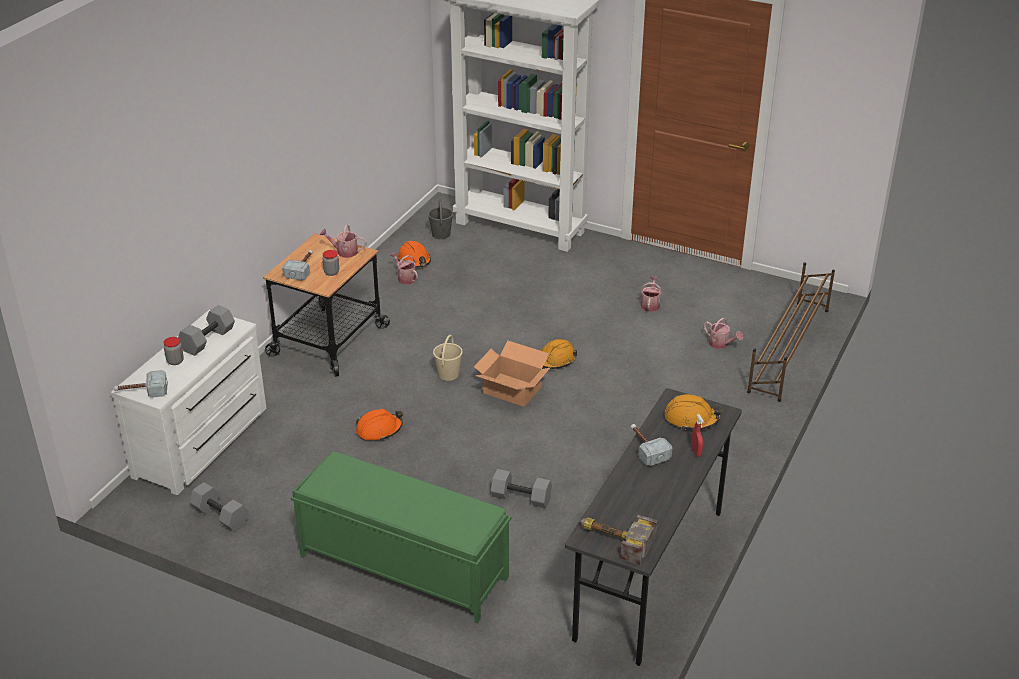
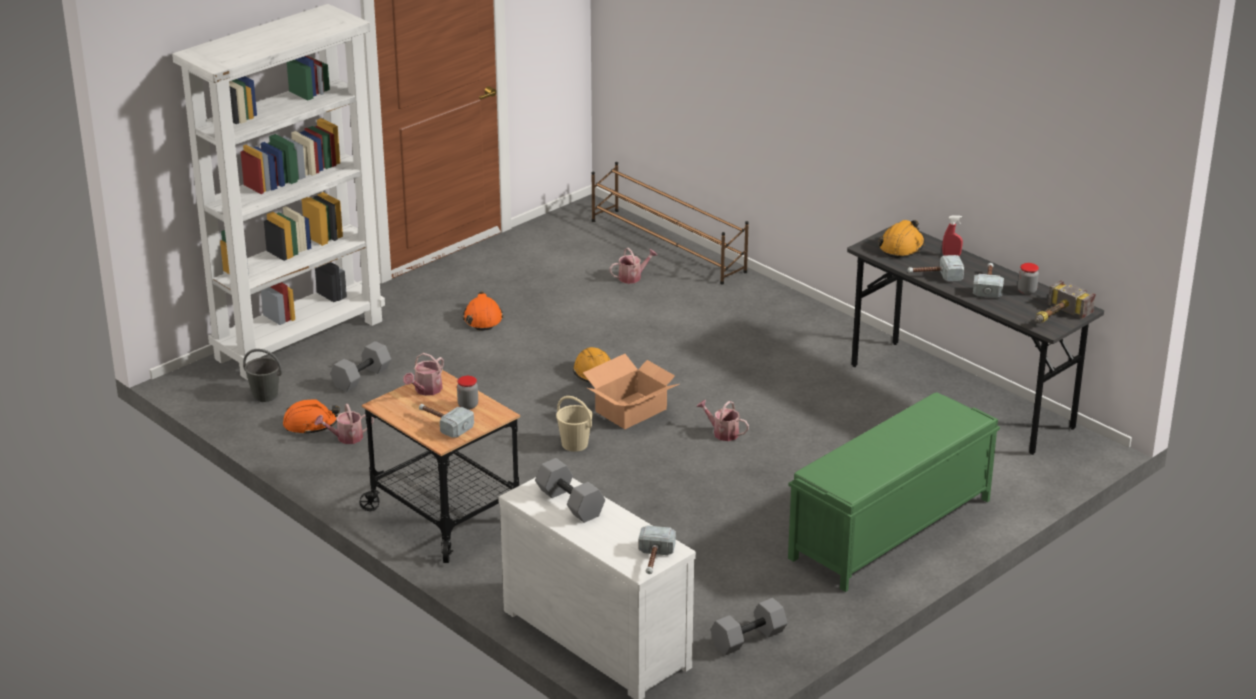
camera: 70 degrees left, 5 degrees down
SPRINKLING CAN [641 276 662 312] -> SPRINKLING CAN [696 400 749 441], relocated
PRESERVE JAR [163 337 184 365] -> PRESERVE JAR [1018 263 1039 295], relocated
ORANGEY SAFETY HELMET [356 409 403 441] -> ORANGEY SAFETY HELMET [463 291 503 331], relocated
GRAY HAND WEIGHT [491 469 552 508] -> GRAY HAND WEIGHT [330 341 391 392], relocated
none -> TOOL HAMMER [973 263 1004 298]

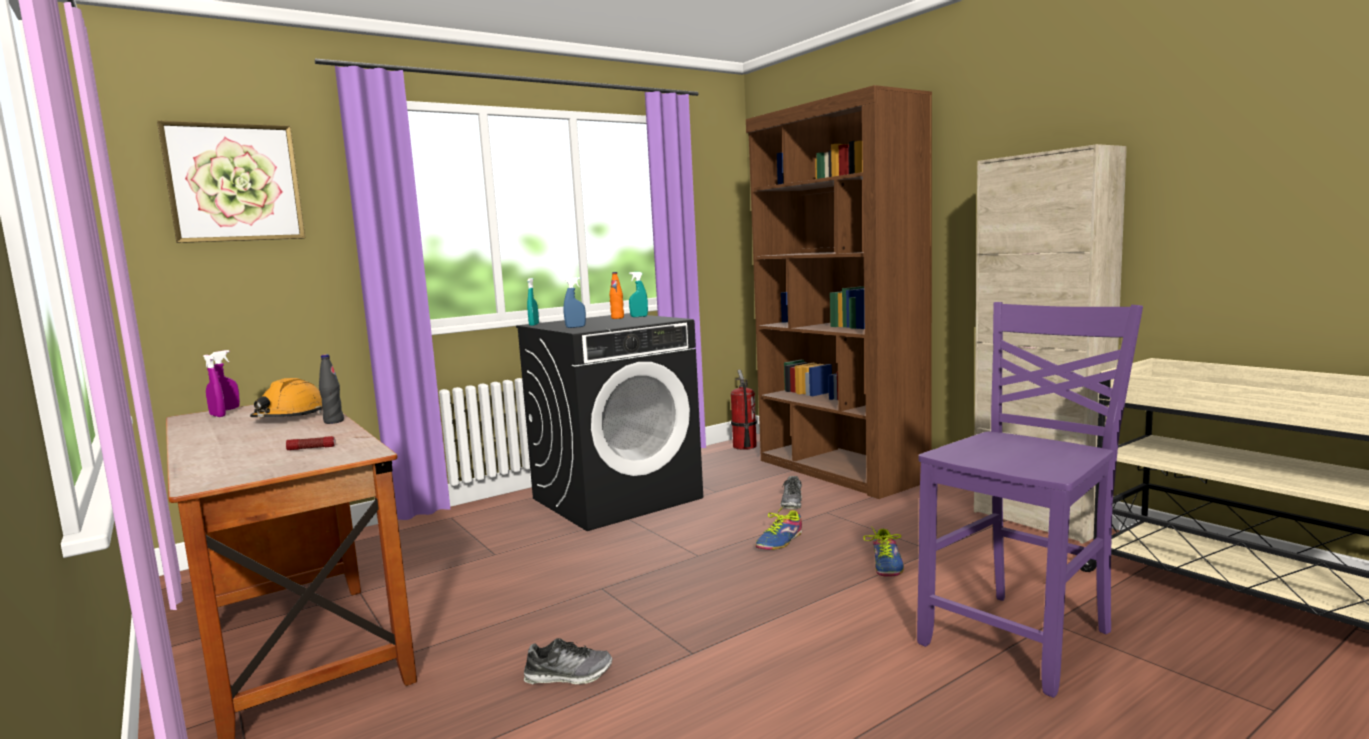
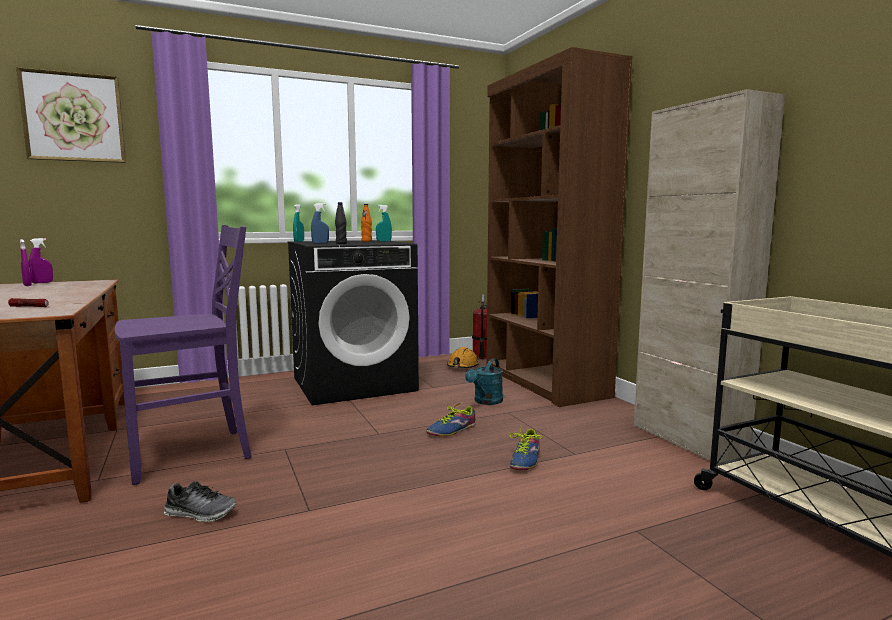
camera: 10 degrees right, 0 degrees up
PURPLISH PLAIN CHAIR [917 302 1143 698] -> PURPLISH PLAIN CHAIR [115 225 252 485], relocated
BLACK-COLOURED BEVERAGE BOTTLE [319 354 344 424] -> BLACK-COLOURED BEVERAGE BOTTLE [335 202 347 244], relocated
ORANGEY SAFETY HELMET [250 378 323 417] -> ORANGEY SAFETY HELMET [447 347 479 368], relocated
LOW SHOE [780 476 802 509] -> TURQUOISE-COLOURED SPRINKLING CAN [465 359 503 405]

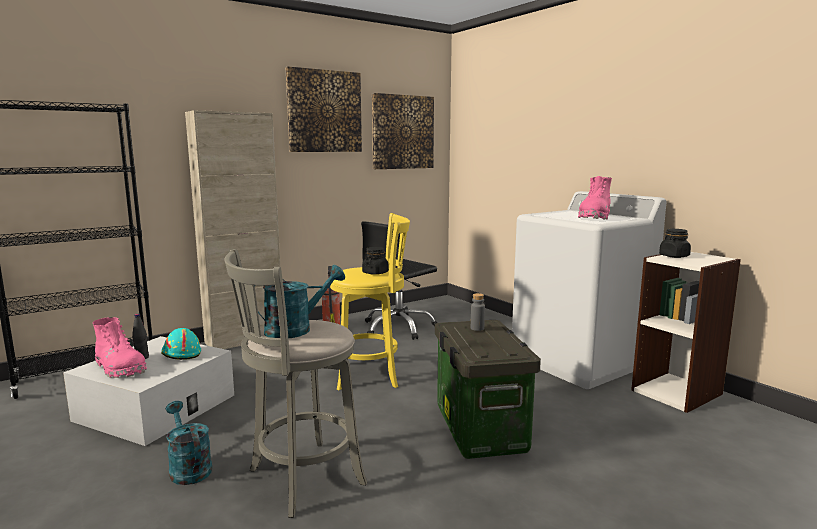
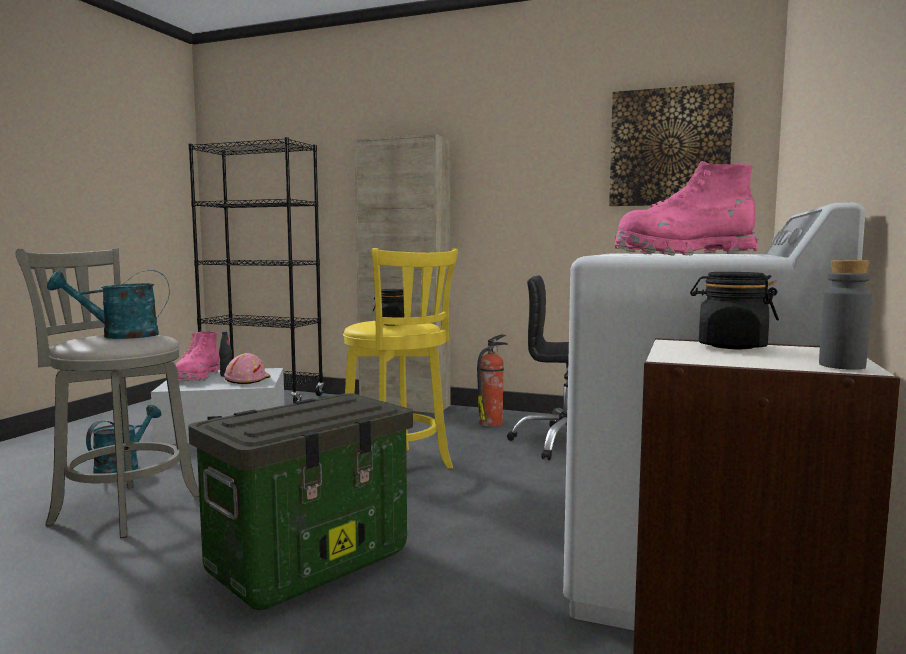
camera: 55 degrees right, 5 degrees down
PICTURE [285 66 362 152] -> none
TURQUOISE-COLOURED SPRINKLING CAN [258 265 345 338] -> TURQUOISE-COLOURED SPRINKLING CAN [47 270 170 339], 135 degrees clockwise
GRAY BEVERAGE BOTTLE [471 293 485 331] -> GRAY BEVERAGE BOTTLE [819 260 872 370], relocated
TURQUOISE-COLOURED SAFETY HELMET [161 328 201 360] -> PINK SAFETY HELMET [224 353 271 384]

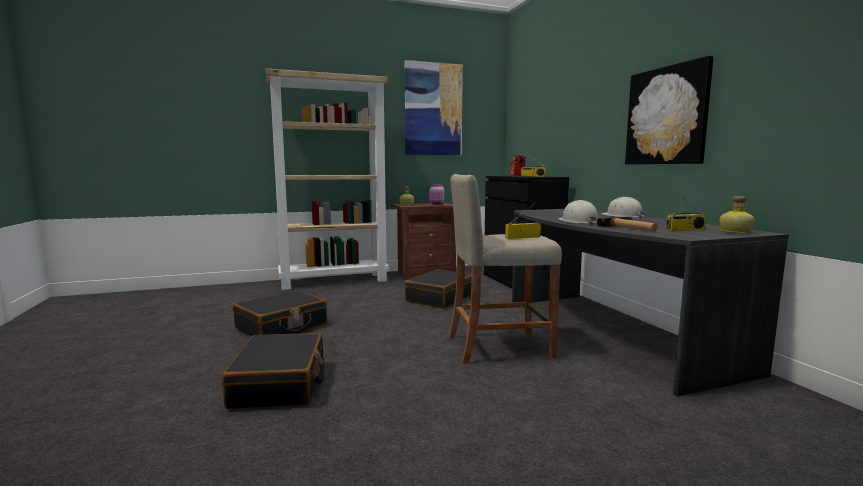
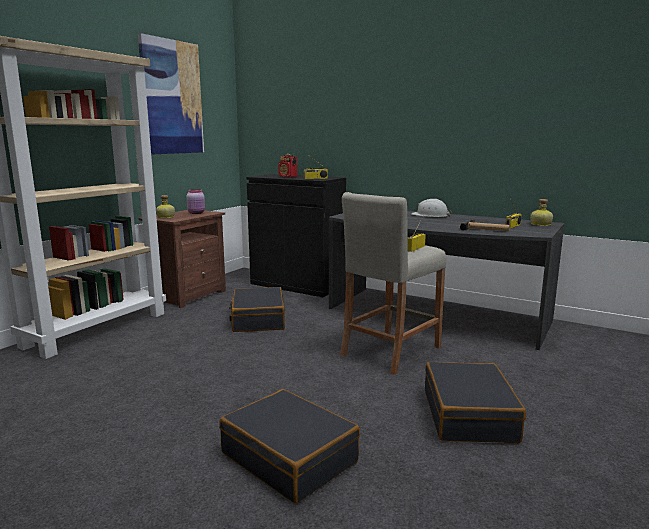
camera: 40 degrees left, 5 degrees up
PICTURE [625 55 714 164] -> none
WHITE-COLOURED SAFETY HELMET [558 200 598 225] -> none
BLACK-COLOURED TRAVEL CASE [233 290 327 336] -> BLACK-COLOURED TRAVEL CASE [425 362 526 443], relocated

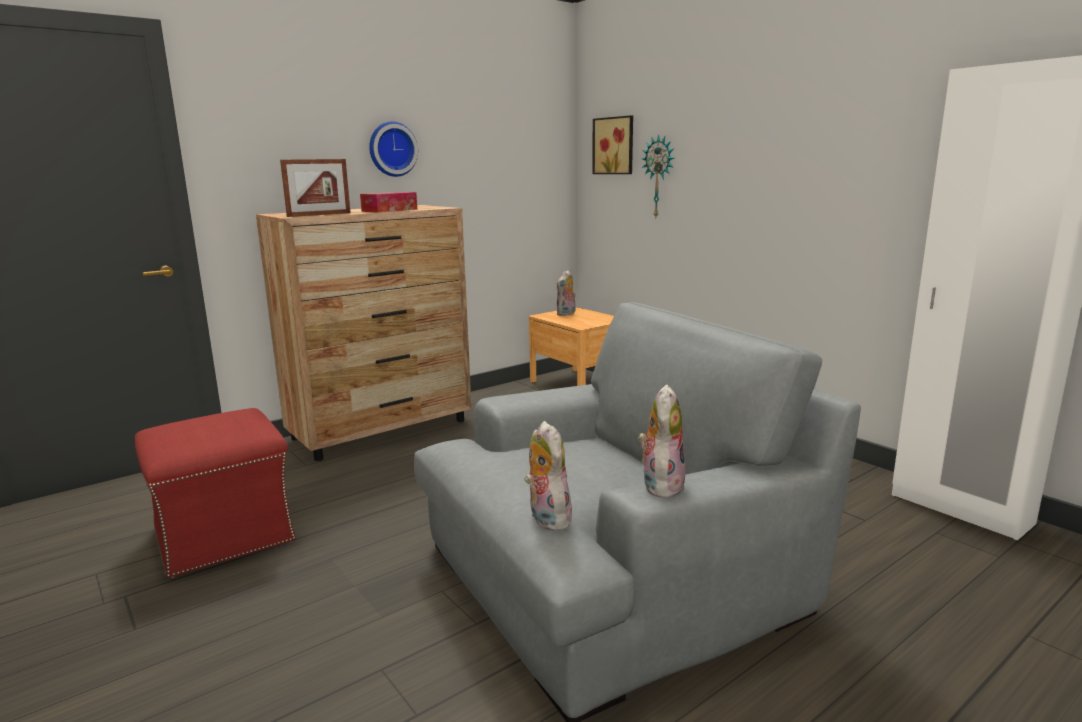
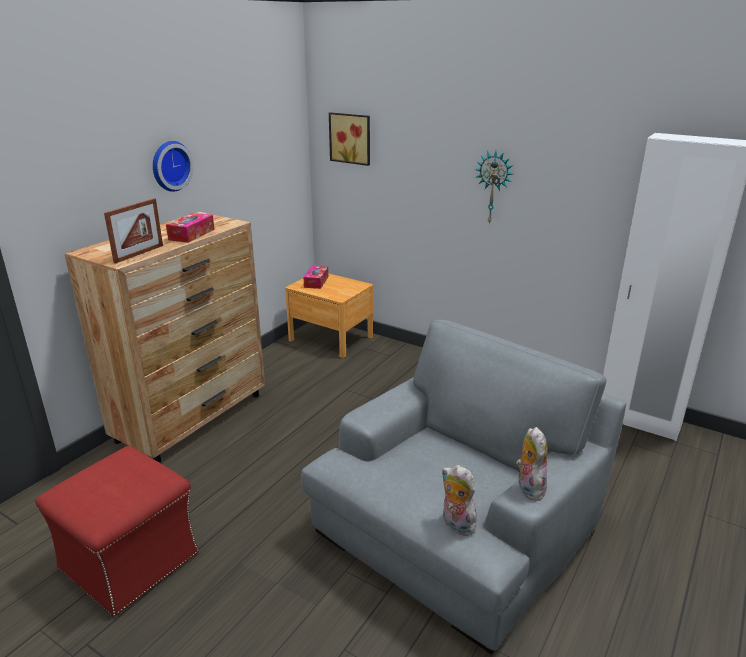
camera: 20 degrees left, 10 degrees up
CLOCK ON THE WALL [642 134 674 217] -> CLOCK ON THE WALL [475 151 513 225], relocated
PLUSH TOY [557 270 576 316] -> BOX OF TISSUES [303 266 328 289]

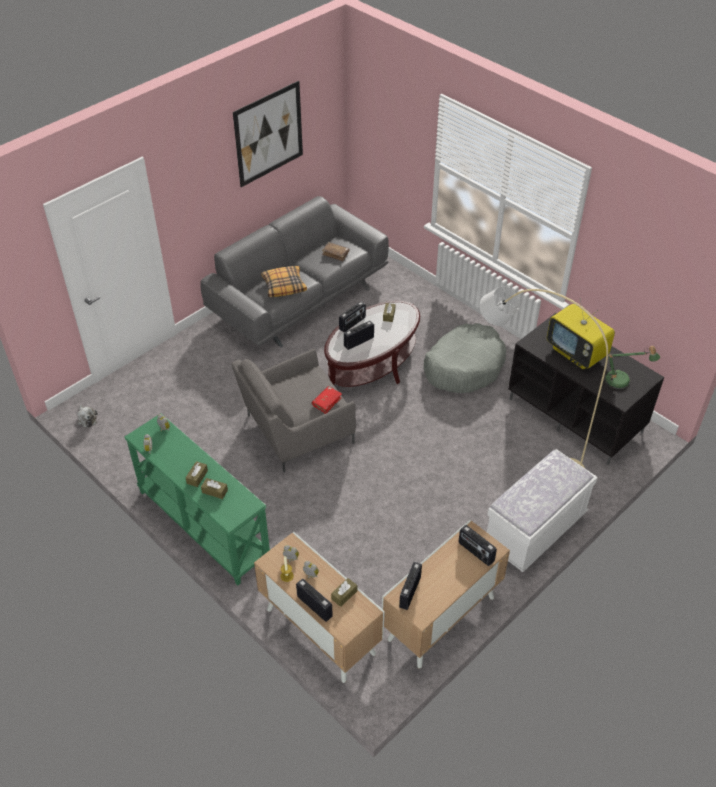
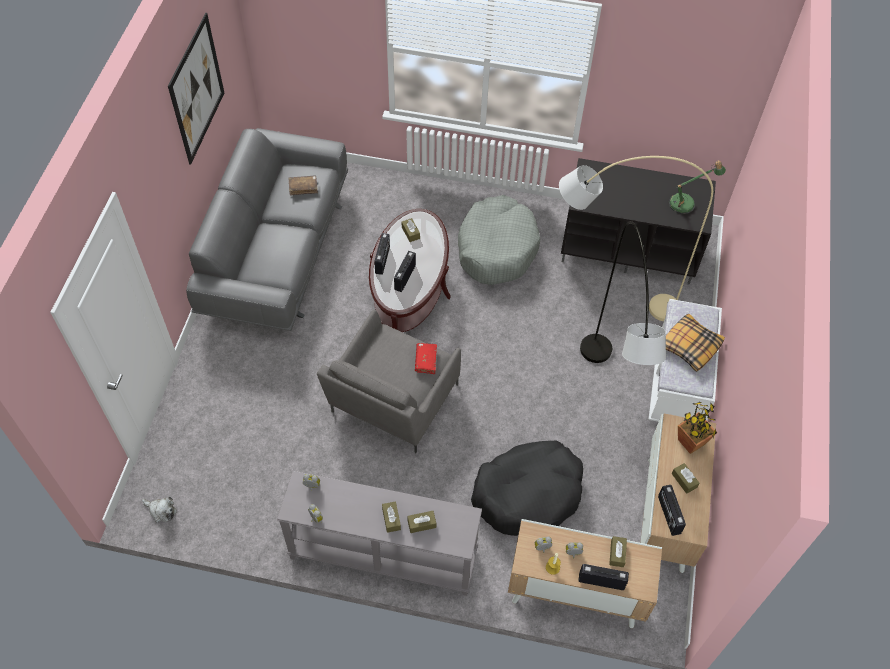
camera: 35 degrees left, 10 degrees up
PILLOW [261 266 307 297] -> PILLOW [666 313 725 372], relocated
TELEVISION [547 298 615 369] -> none
GREEN CONSOLE TABLE [125 413 270 585] -> GRAY CONSOLE TABLE [277 471 482 596]
RADIO RECEIVER [459 525 497 566] -> POTTED PLANT [678 402 717 454]
none -> GRAY STANDARD LAMP [580 221 666 365]
none -> BLACK-COLOURED PET BED [471 441 583 536]
none -> BROWN BOX OF TISSUES [672 463 700 494]

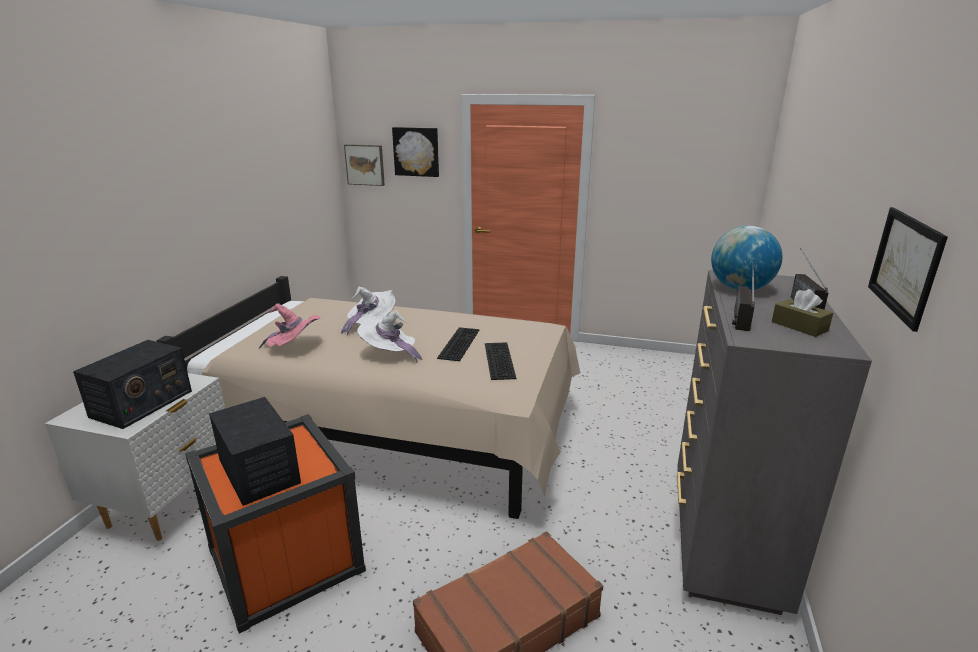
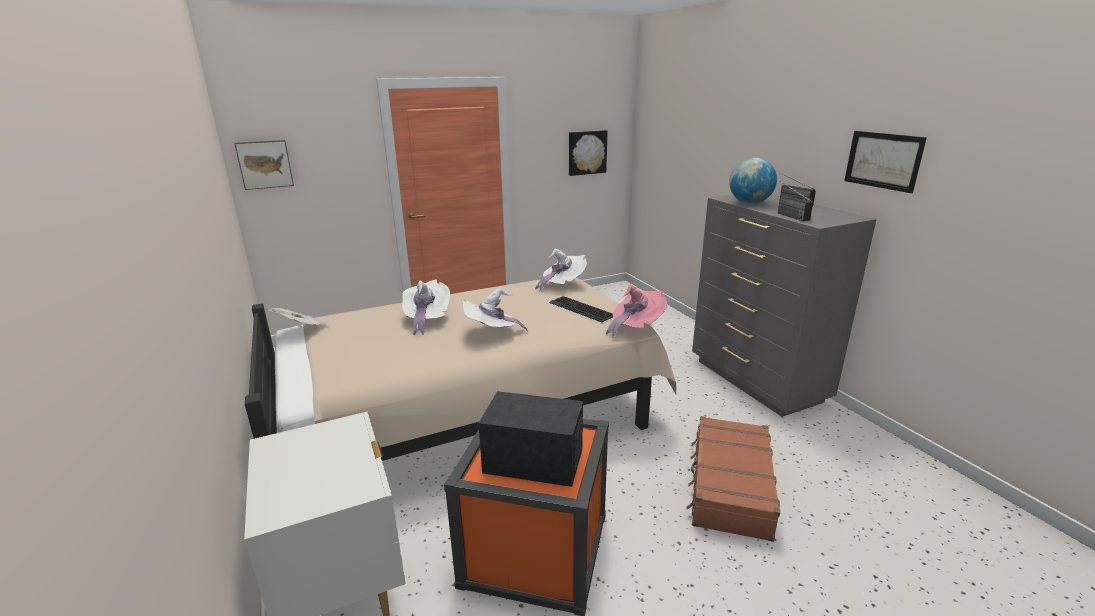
camera: 40 degrees left, 0 degrees up
PICTURE [392 127 439 177] -> PICTURE [569 130 608 176], relocated
BROWN BOX OF TISSUES [772 289 833 337] -> none
PINK HAT [259 304 320 348] -> PINK HAT [606 285 667 337], relocated
PC KEYBOARD [437 327 479 361] -> none
RADIO RECEIVER [73 340 192 429] -> none
none -> WHITE-COLOURED HAT [535 248 587 292]
none -> NEWSPAPER [269 308 329 325]

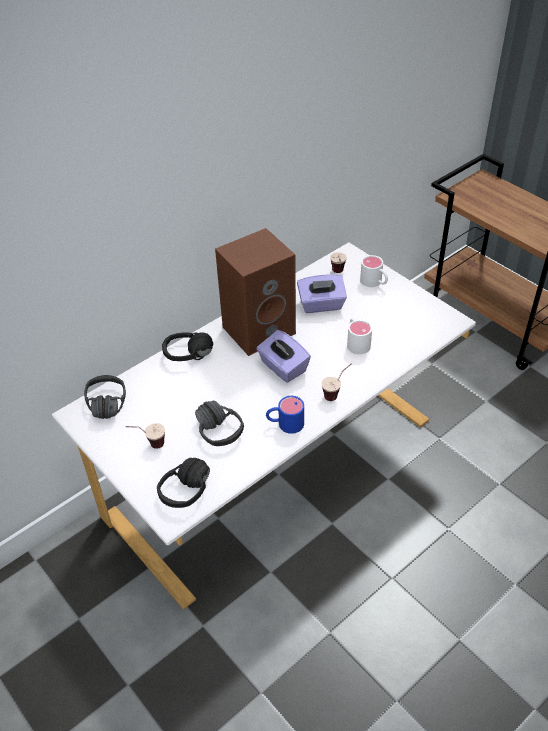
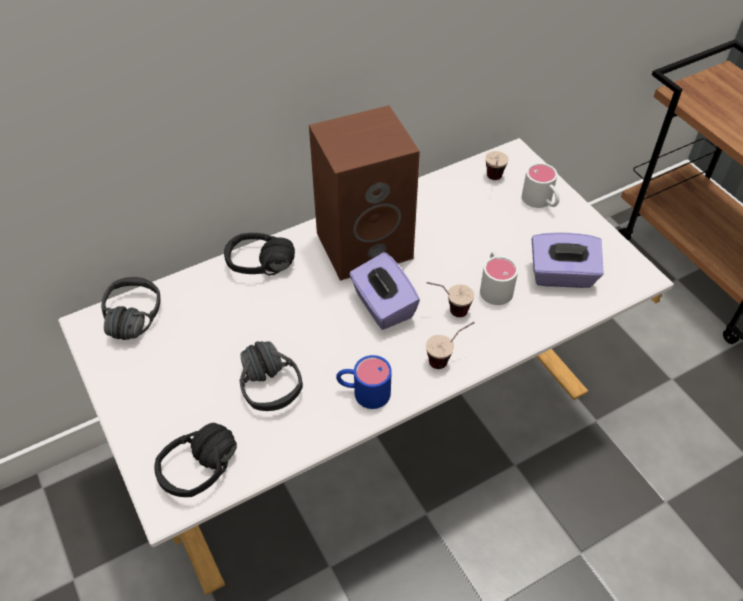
camera: 10 degrees right, 5 degrees up
PURPLISH BOX OF TISSUES [297 275 347 313] -> PURPLISH BOX OF TISSUES [532 233 604 288], relocated
SMALL CUP [126 423 165 449] -> SMALL CUP [427 282 474 317], relocated

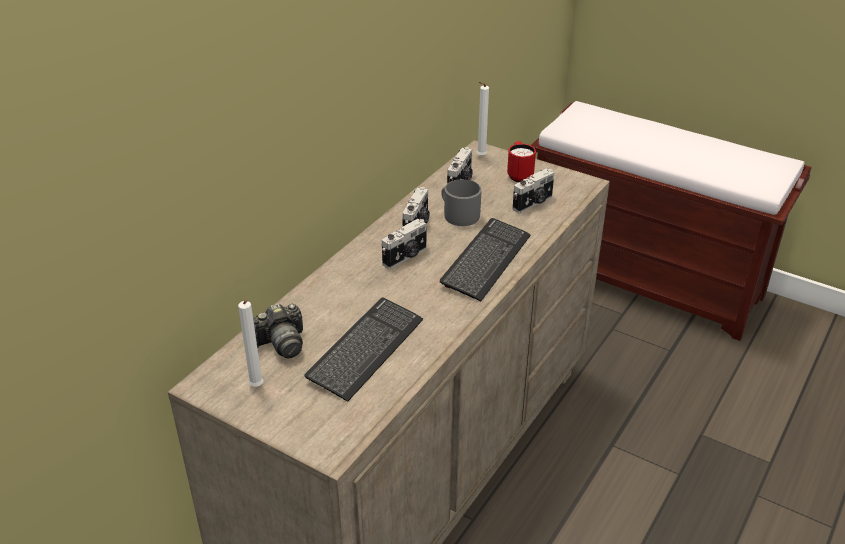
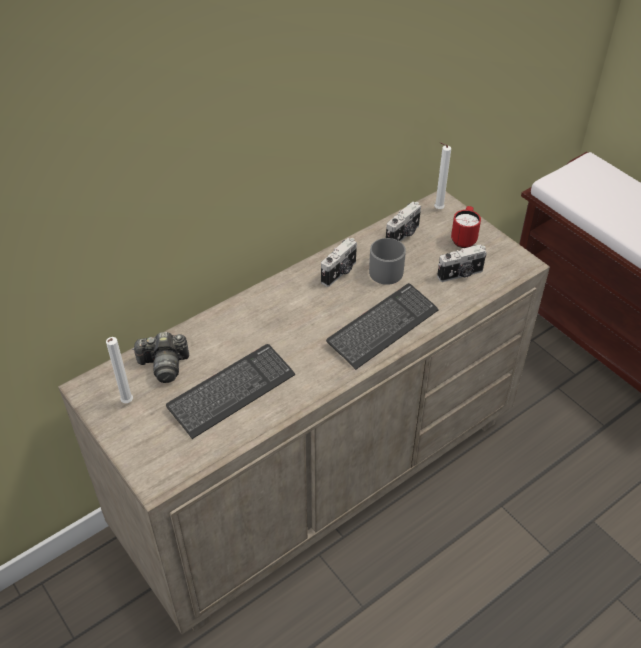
camera: 20 degrees right, 10 degrees up
STILL CAMERA [382 219 426 269] -> none

